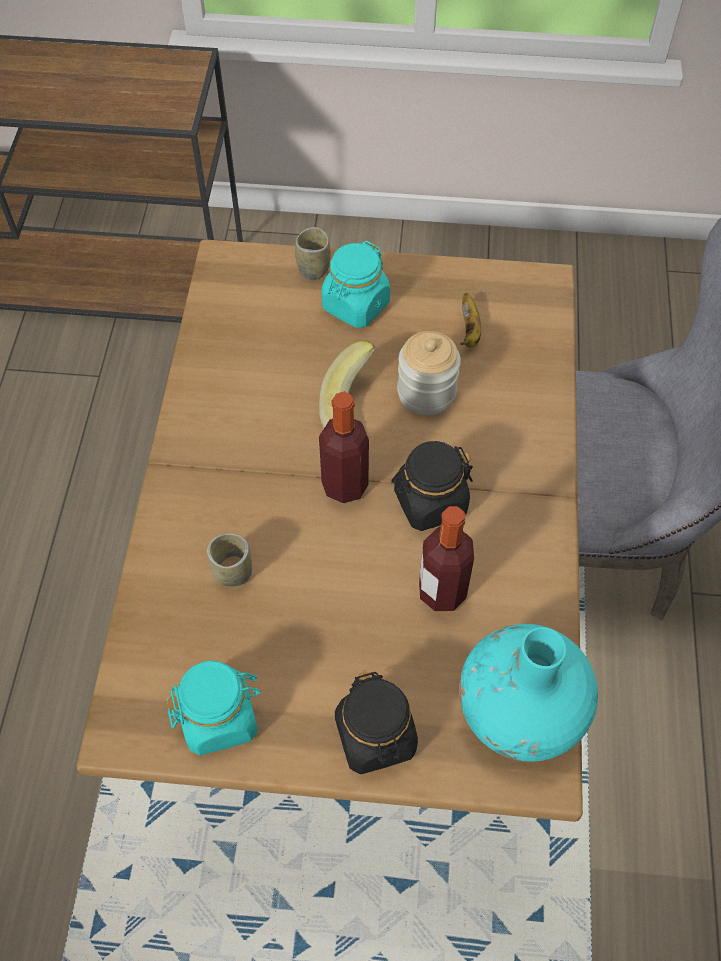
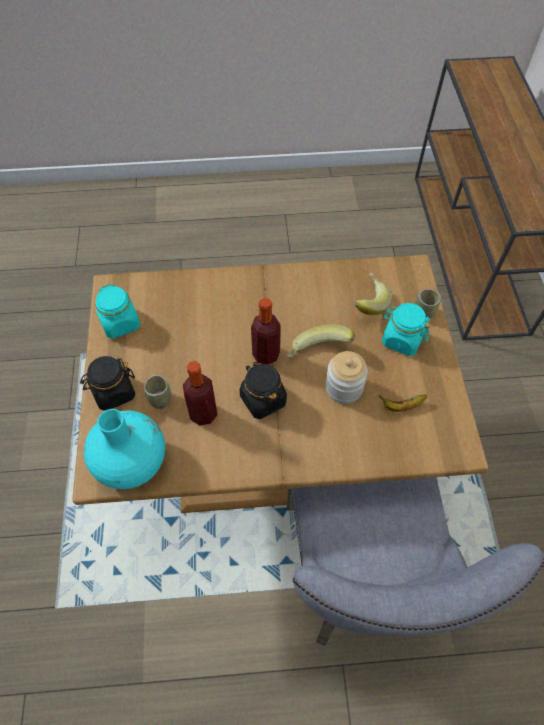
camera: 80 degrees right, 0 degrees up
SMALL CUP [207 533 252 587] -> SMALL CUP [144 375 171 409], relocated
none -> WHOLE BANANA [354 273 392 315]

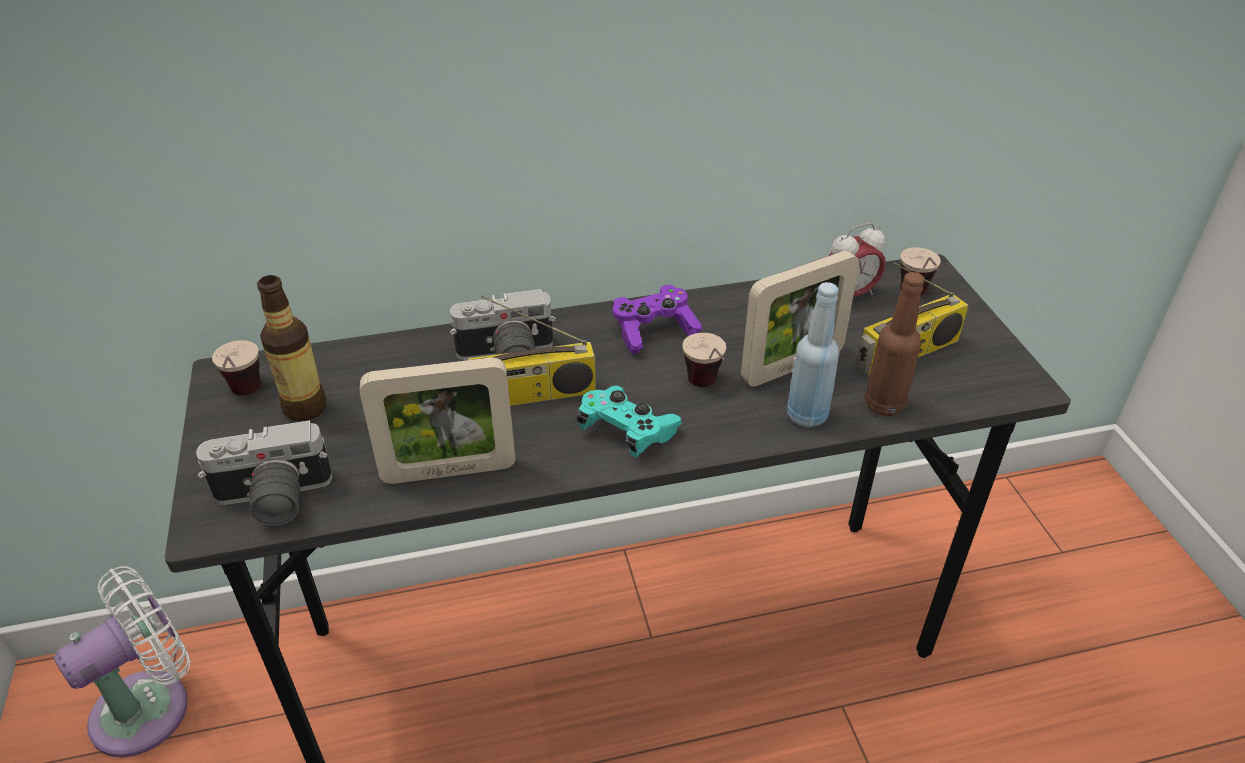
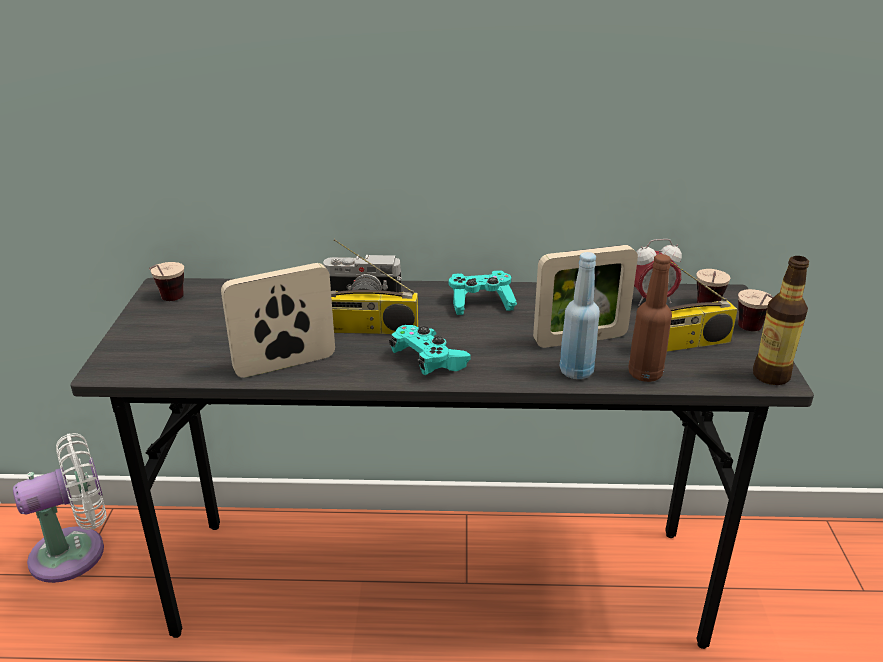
camera: 15 degrees right, 10 degrees down
BEVERAGE BOTTLE [257 275 326 421] -> BEVERAGE BOTTLE [753 256 809 385], relocated
PURPLISH GAMEPAD [613 285 702 354] -> TURQUOISE-COLOURED GAMEPAD [449 270 517 315]
SMALL CUP [682 333 726 387] -> SMALL CUP [738 289 773 331], relocated
PICTURE FRAME [360 358 515 484] -> PICTURE FRAME [221 263 335 378], 150 degrees clockwise
STILL CAMERA [196 420 332 526] -> none

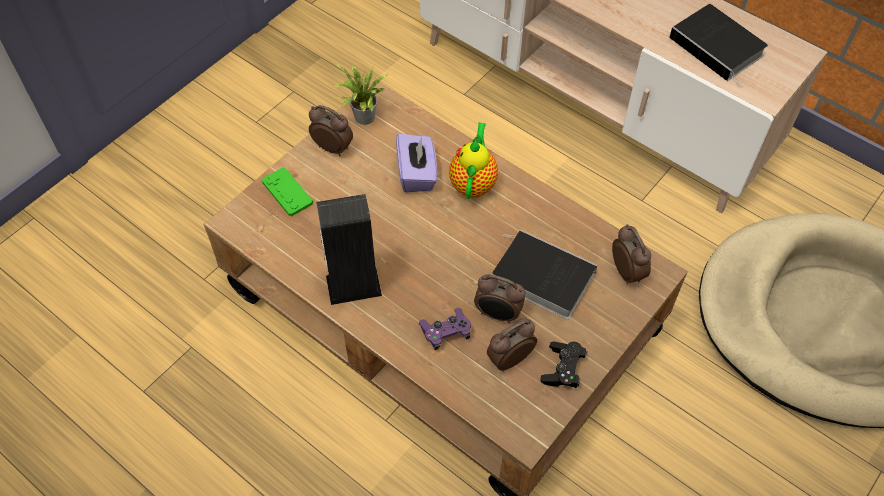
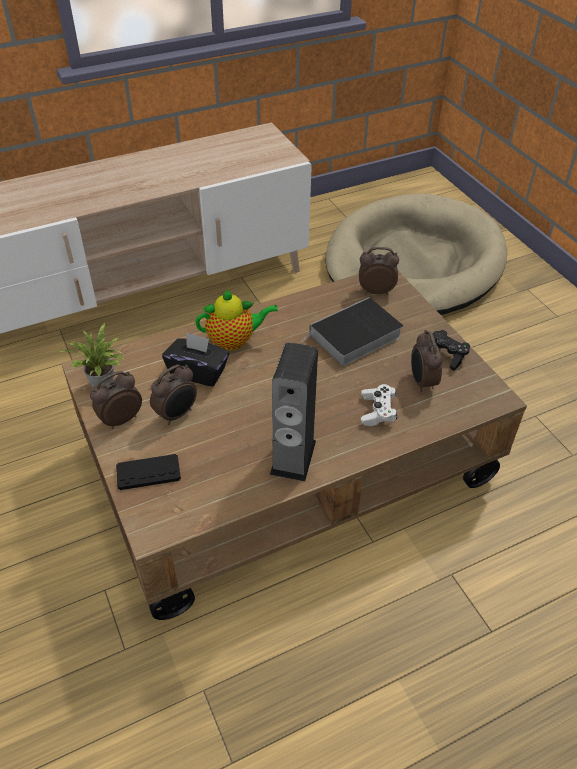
camera: 65 degrees left, 10 degrees down
VOLUME [669 4 768 88] -> none
POT FOR TEA [449 122 498 199] -> POT FOR TEA [195 290 278 351], 135 degrees clockwise
PURPLISH BOX OF TISSUES [396 134 437 193] -> BLACK-COLOURED BOX OF TISSUES [162 332 230 387]
GREEN GAMEPAD [262 167 313 217] -> BLACK-COLOURED GAMEPAD [116 454 181 490]
ALARM CLOCK [474 274 525 323] -> ALARM CLOCK [150 364 197 425], relocated
PURPLISH GAMEPAD [418 308 471 350] -> WHITE-COLOURED GAMEPAD [361 384 398 426]

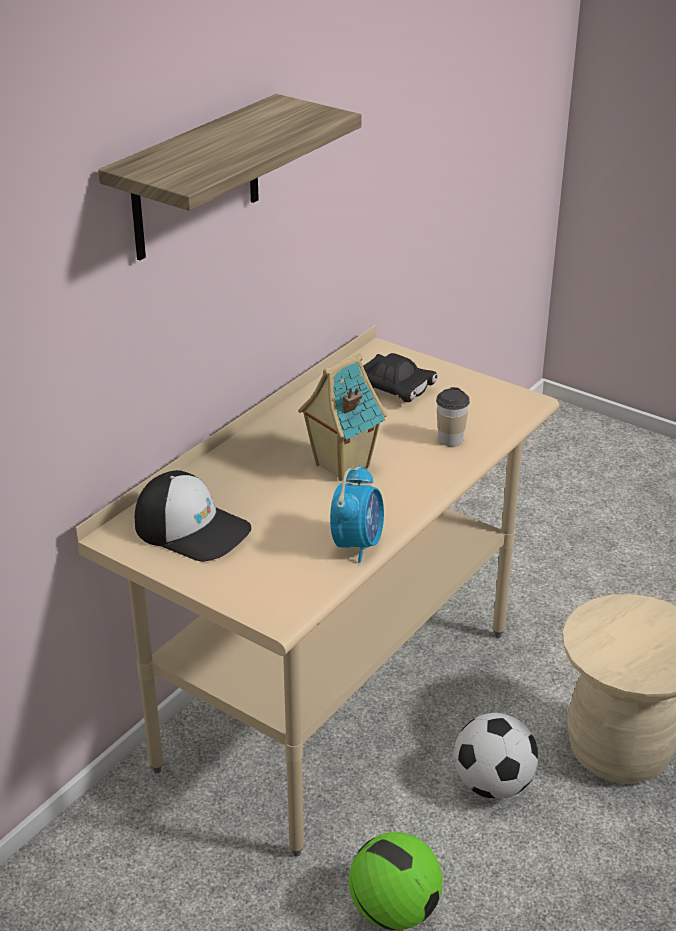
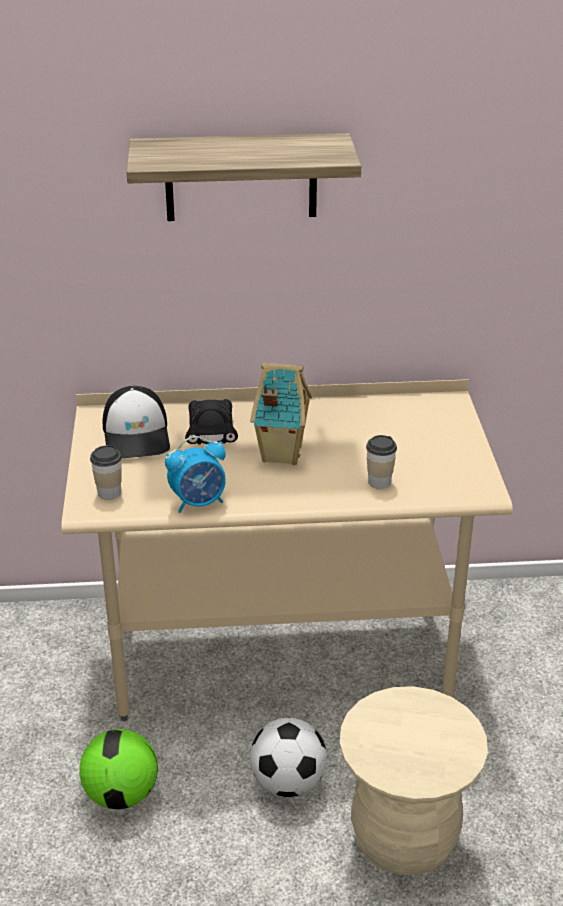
camera: 50 degrees right, 0 degrees up
BLACK-COLOURED MINIATURE CAR [363 353 438 402] -> BLACK-COLOURED MINIATURE CAR [185 399 238 445], relocated
none -> SMALL CUP [90 445 122 500]

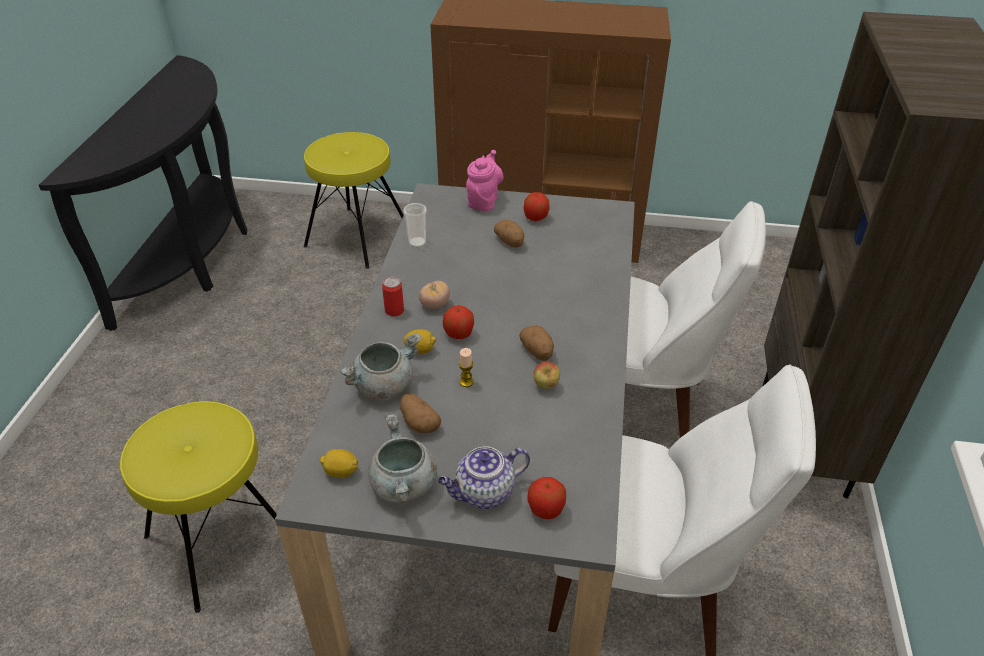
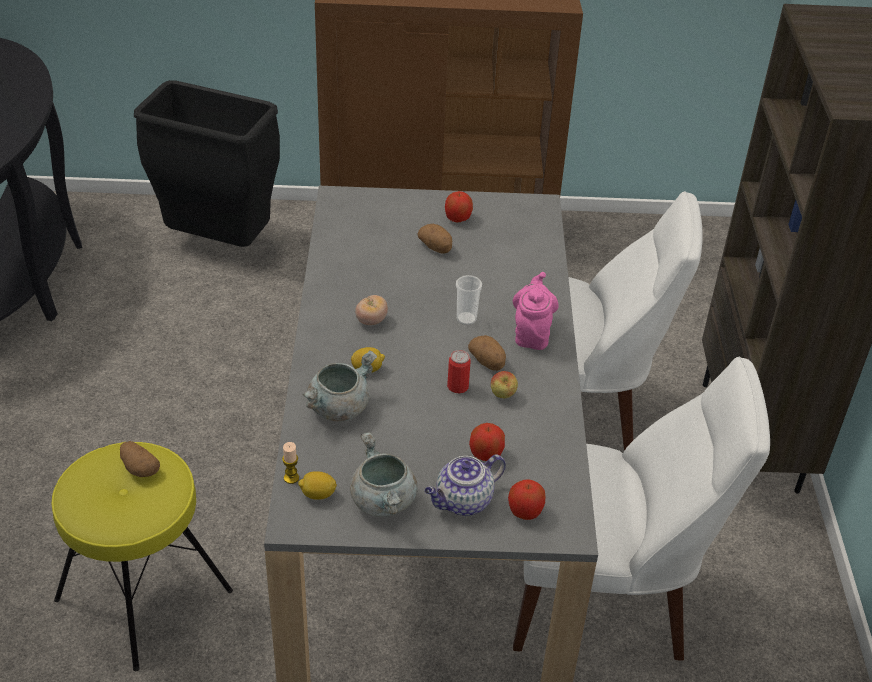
camera: 10 degrees left, 0 degrees up
YELLOWISH STOOL SEAT [304 132 404 269] -> BLACK-COLOURED WASTE BIN [134 80 280 247]
PINK POT FOR TEA [466 150 503 211] -> PINK POT FOR TEA [513 272 559 350], relocated
SMALL CUP [403 203 427 248] -> SMALL CUP [456 275 482 325], relocated
SEALED CAN [382 276 404 317] -> SEALED CAN [447 350 471 393], relocated
APPLE FRUIT [443 305 474 339] -> APPLE FRUIT [469 423 505 461], relocated
WAX CANDLE [459 348 474 387] -> WAX CANDLE [282 442 299 484], relocated
POTATO [400 393 441 433] -> POTATO [120 441 160 477], relocated

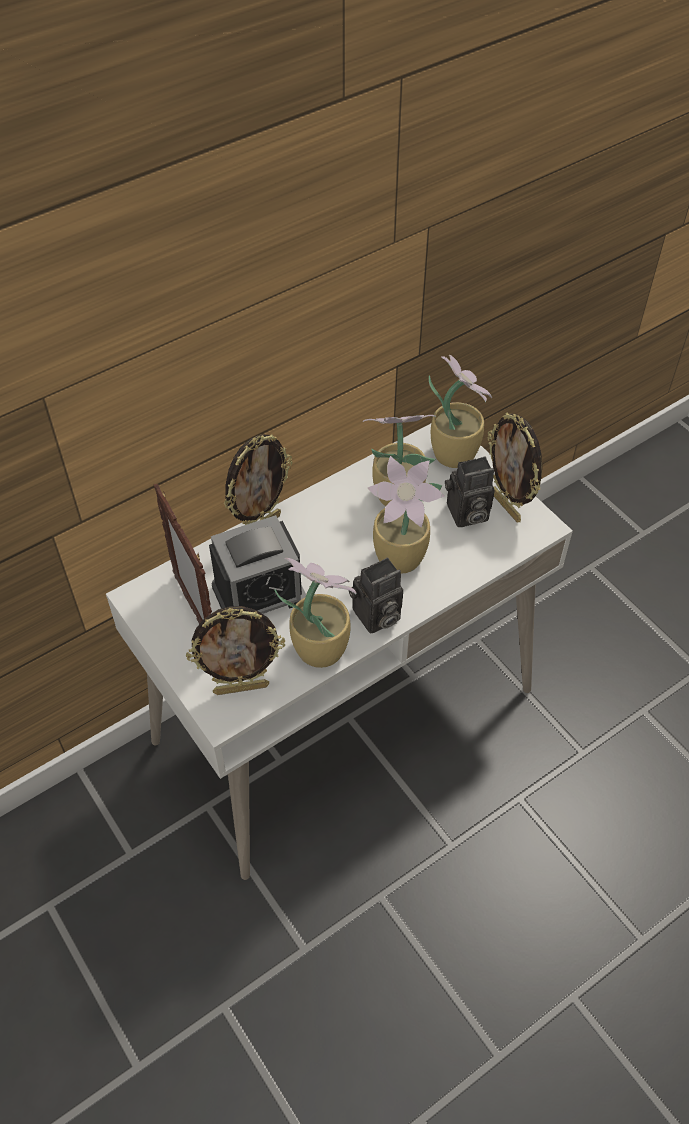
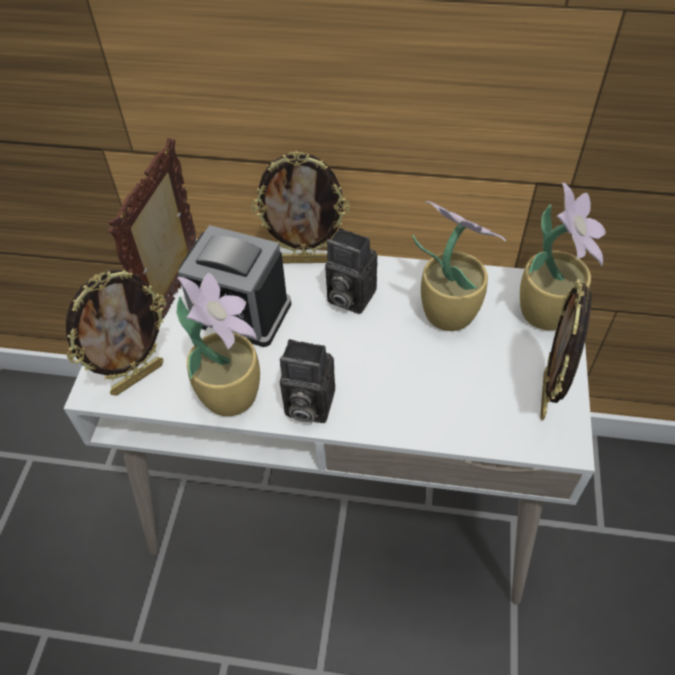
camera: 45 degrees right, 0 degrees up
POTTED PLANT [368 456 445 574] -> none
STILL CAMERA [445 457 495 527] -> STILL CAMERA [325 228 377 314], relocated
PICTURE FRAME [186 606 285 695] -> PICTURE FRAME [66 269 166 396], 75 degrees counterclockwise

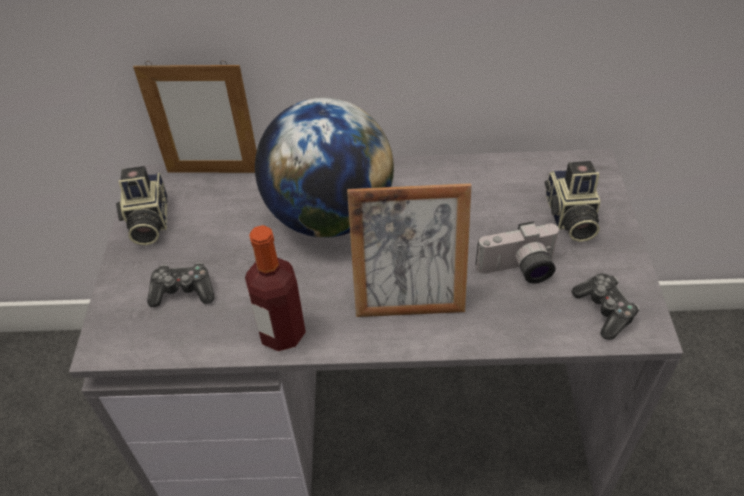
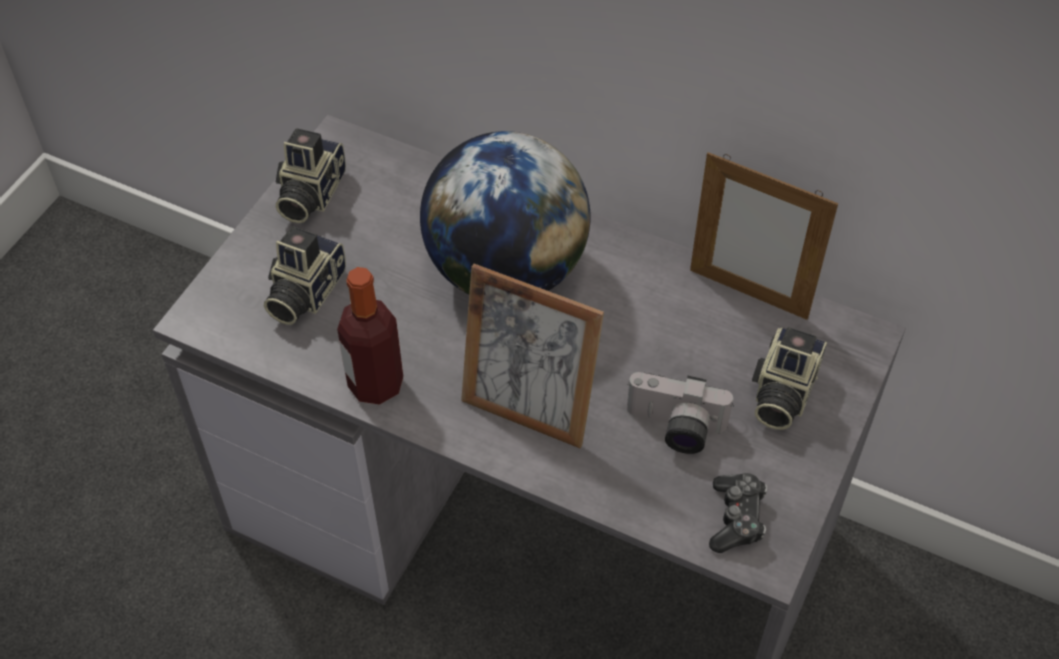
camera: 25 degrees right, 5 degrees up
PICTURE FRAME [133 61 257 173] -> PICTURE FRAME [690 152 838 320], relocated
GAMEPAD [147 263 215 307] -> STILL CAMERA [264 226 346 325]

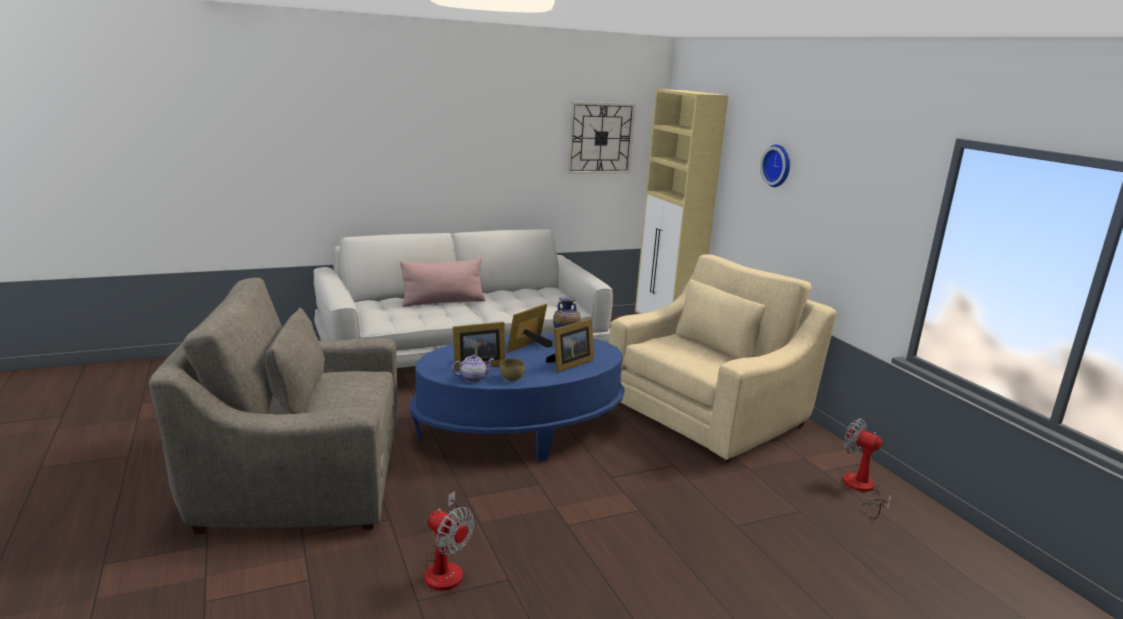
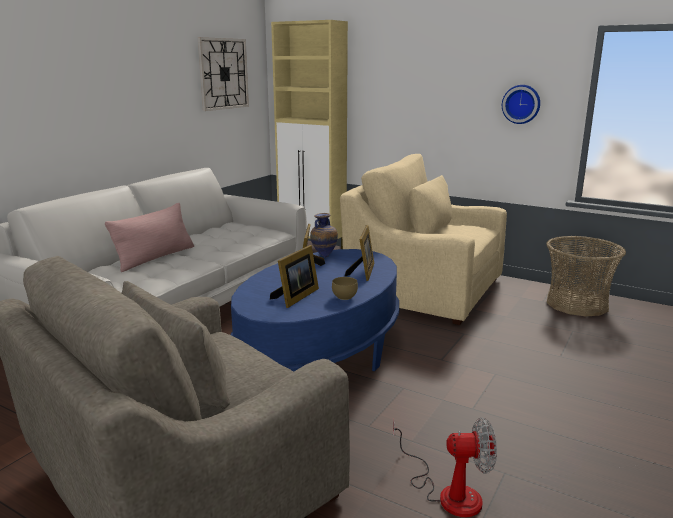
camera: 35 degrees left, 0 degrees up
CLOCK ON THE WALL [760 144 790 187] -> CLOCK ON THE WALL [502 85 540 124], relocated
BEIGE-COLOURED EASY CHAIR [609 254 837 464] -> BEIGE-COLOURED EASY CHAIR [340 154 507 325], 75 degrees counterclockwise
POT FOR TEA [452 355 494 382] -> none
FAN [843 418 892 519] -> STORAGE BASKET [546 236 626 317]

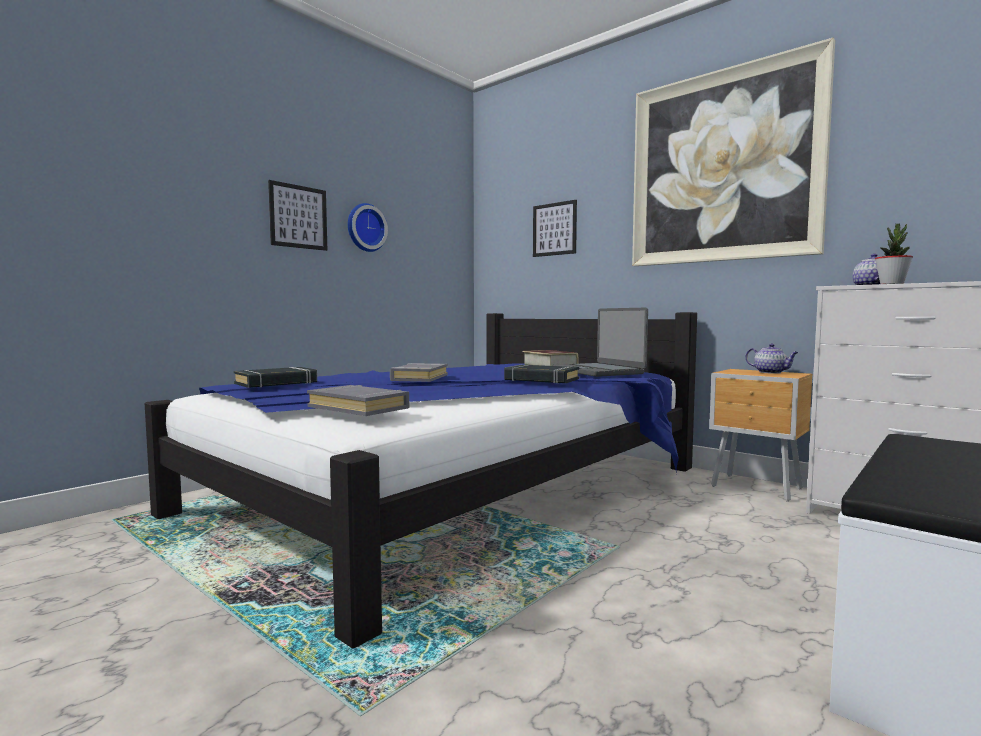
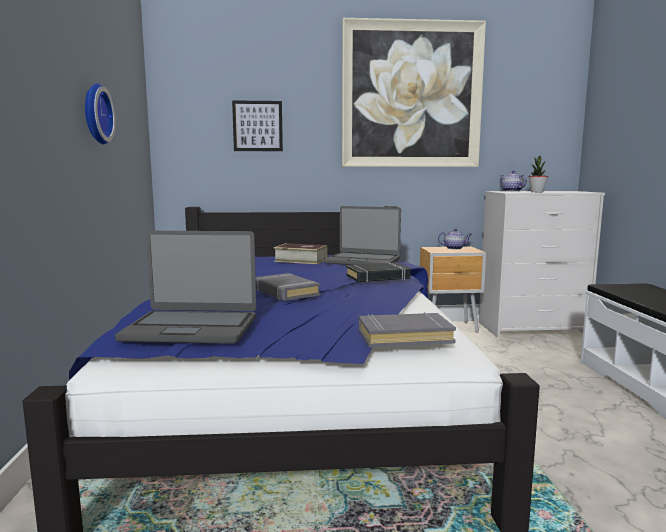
camera: 45 degrees left, 5 degrees up
PICTURE [268 180 328 251] -> none
BLACK-COLOURED VOLUME [233 367 317 388] -> LAPTOP [115 231 256 344]

